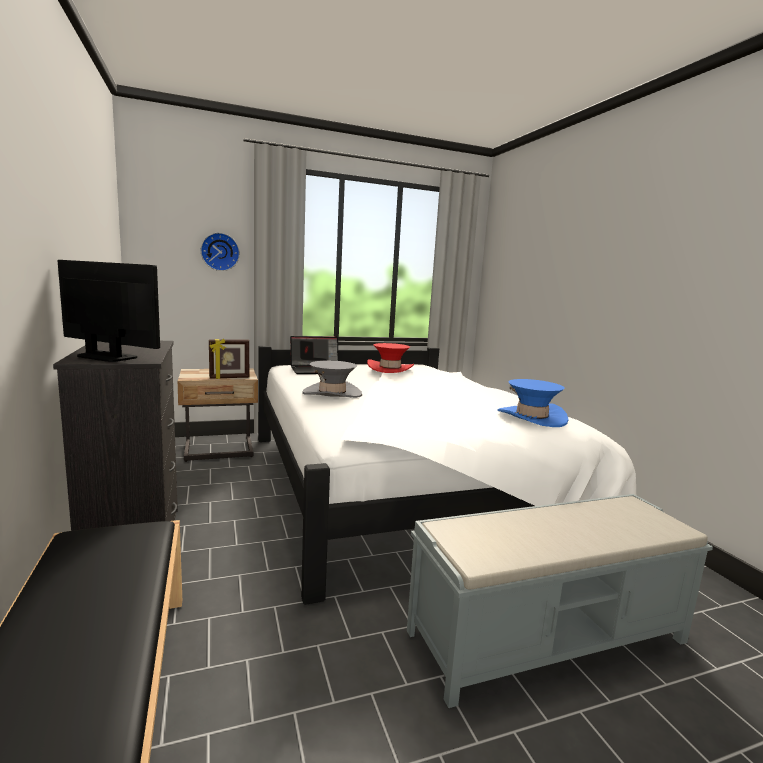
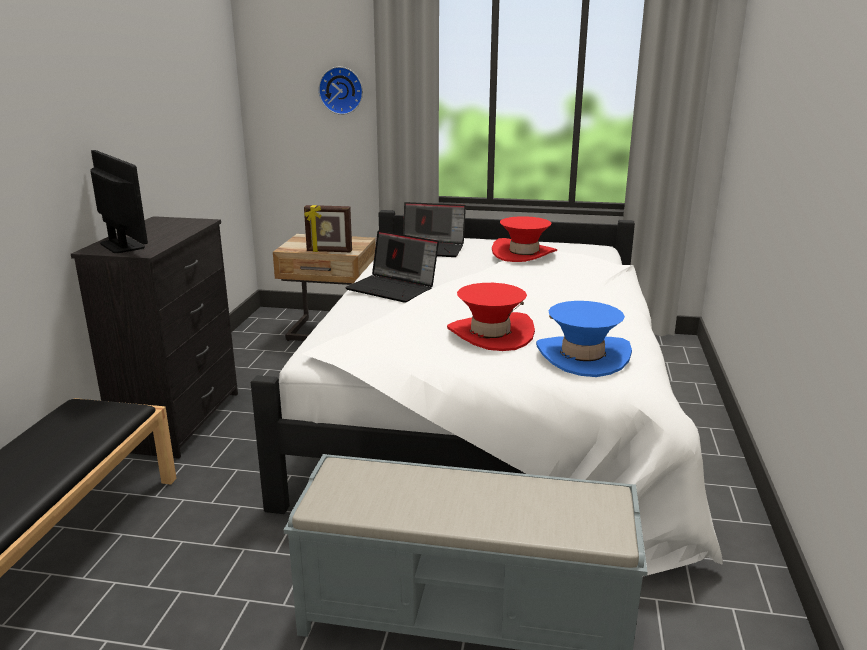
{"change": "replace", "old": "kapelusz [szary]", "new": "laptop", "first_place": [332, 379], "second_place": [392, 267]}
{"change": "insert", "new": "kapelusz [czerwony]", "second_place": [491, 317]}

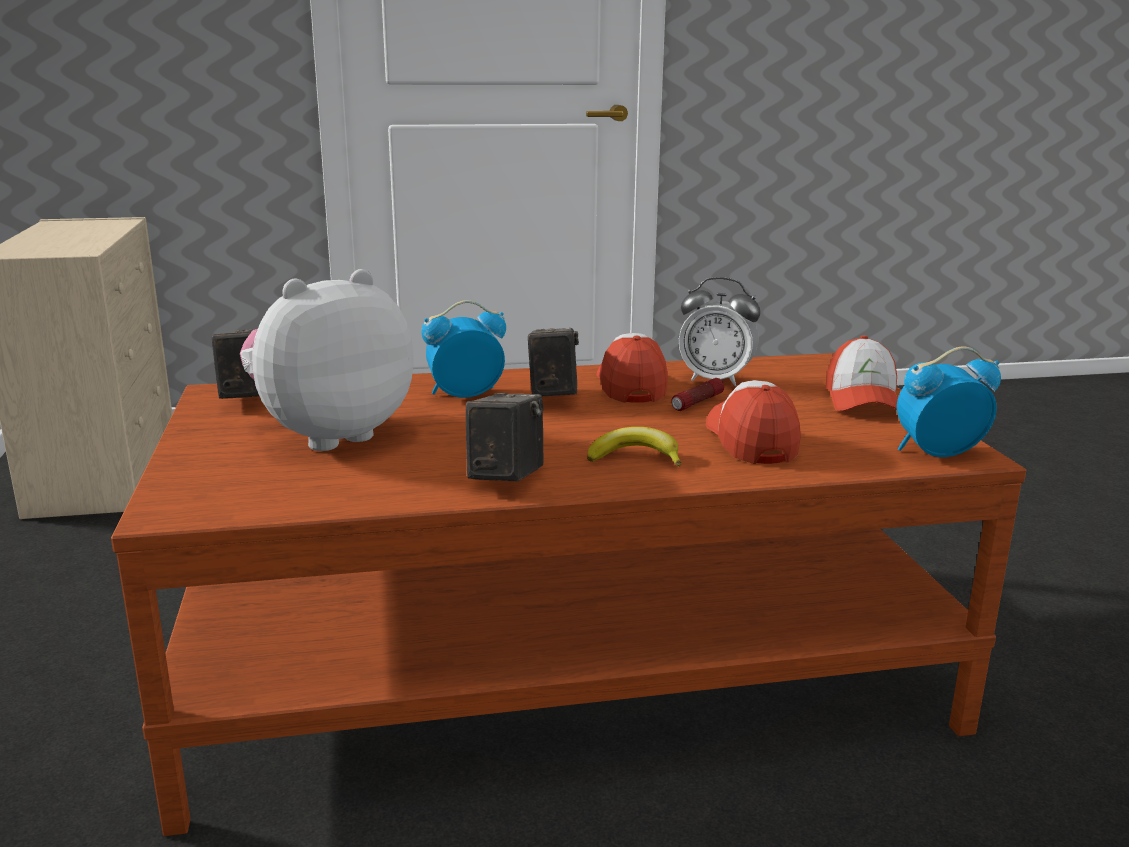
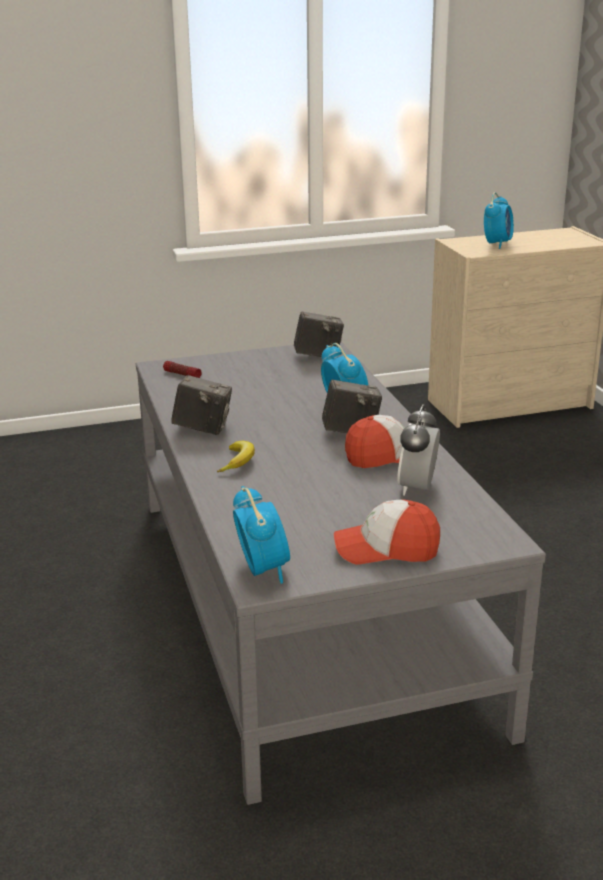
{"change": "delete", "old": "pluszak", "first_place": [327, 360]}
{"change": "recolor", "old": "ława [brązowy]", "new": "ława [szary]", "first_place": [568, 594], "second_place": [341, 573]}
{"change": "move", "old": "latarka", "first_place": [697, 394], "second_place": [182, 369]}
{"change": "delete", "old": "czapka z daszkiem", "first_place": [753, 422]}
{"change": "insert", "new": "budzik", "second_place": [499, 220]}

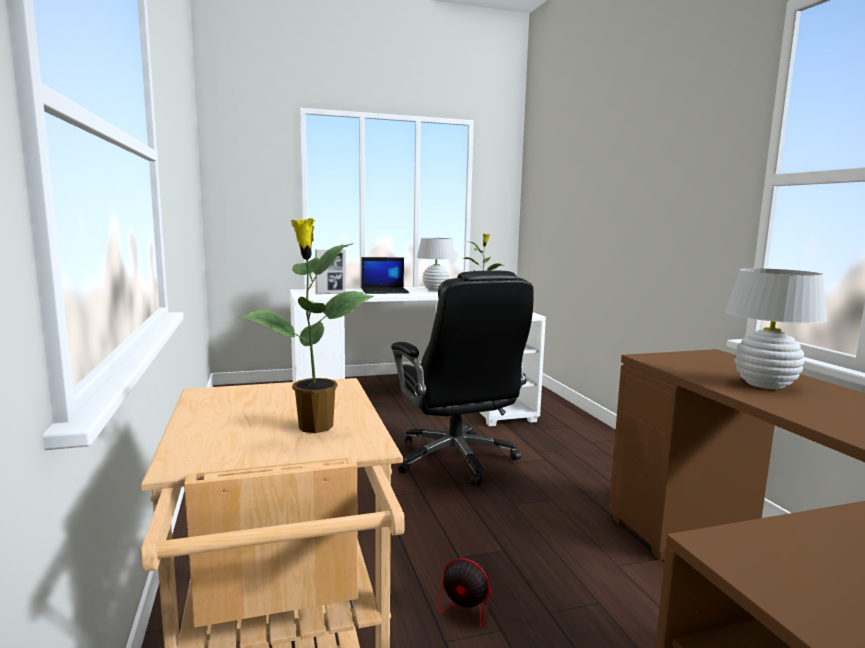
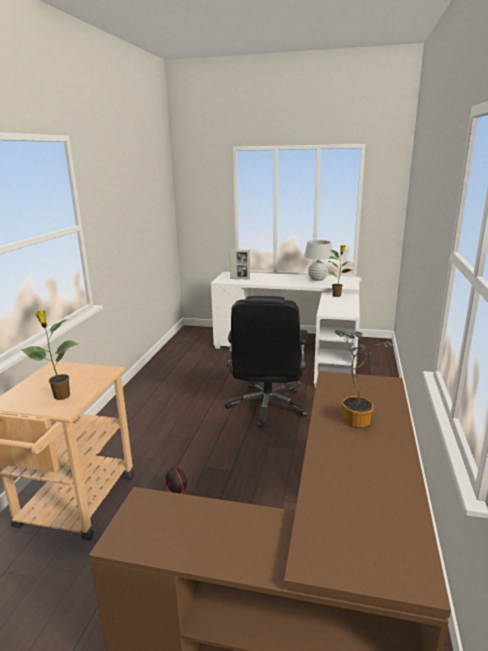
{"change": "delete", "old": "laptop", "first_place": [385, 275]}
{"change": "replace", "old": "lampa stołowa [biały]", "new": "roślina doniczkowa", "first_place": [776, 328], "second_place": [364, 379]}

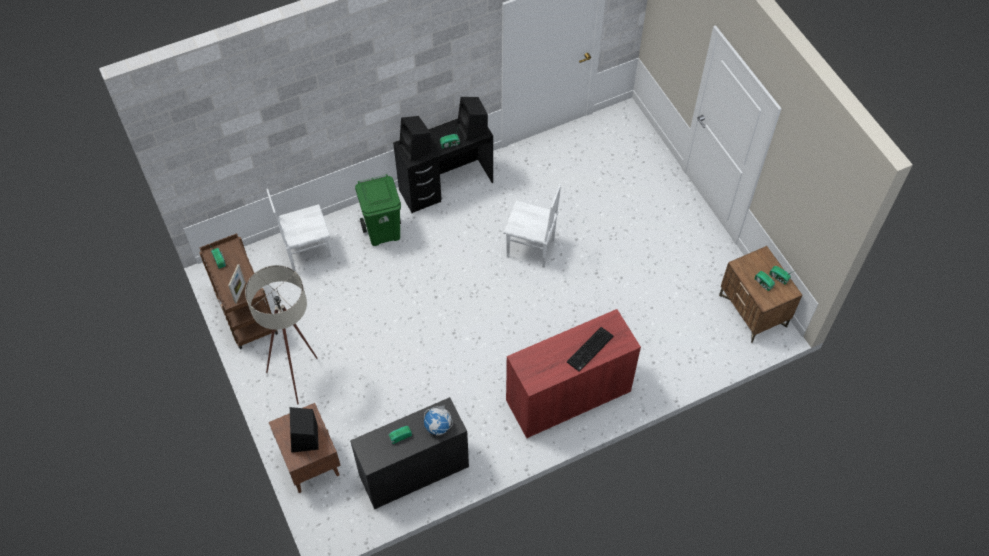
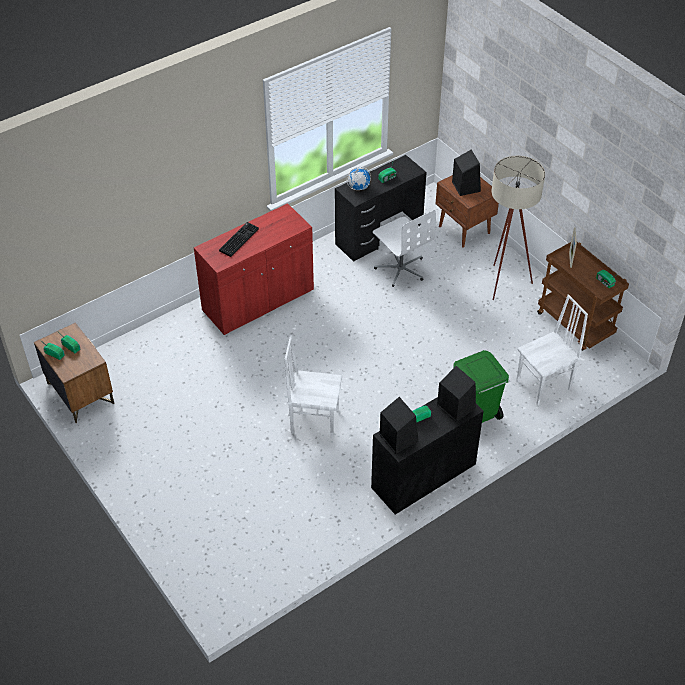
{"change": "insert", "new": "krzesło biurowe [biały]", "second_place": [404, 248]}

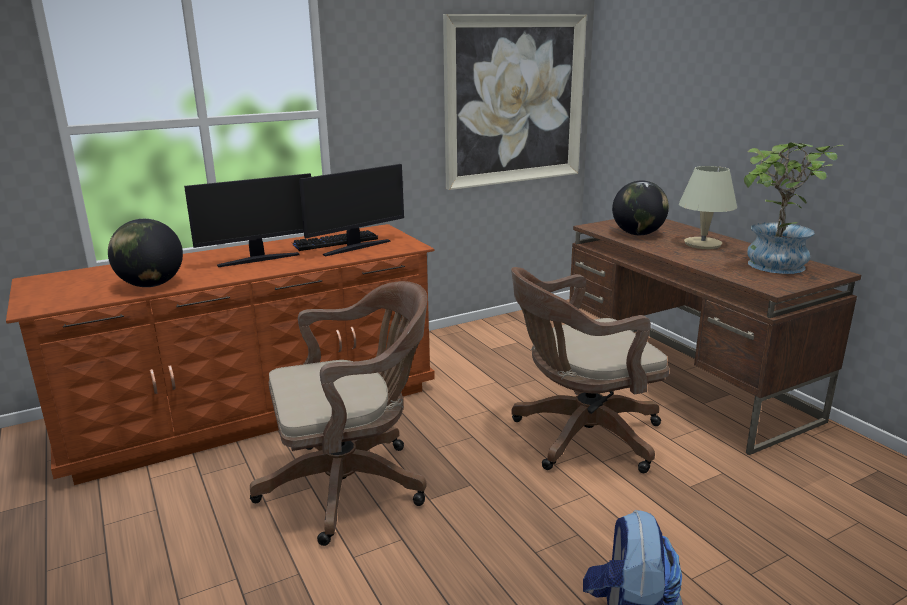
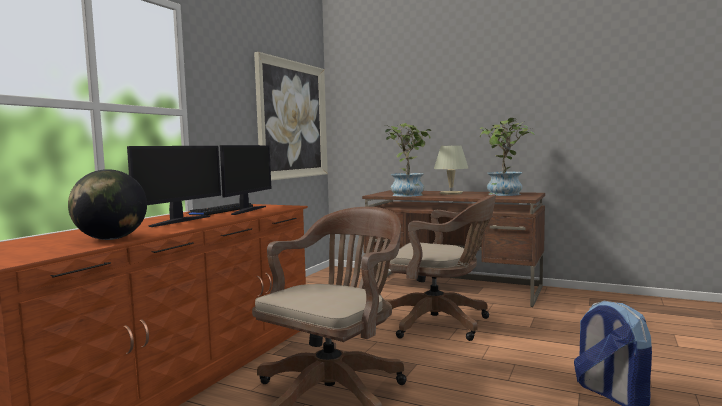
{"change": "replace", "old": "globus", "new": "roślina doniczkowa", "first_place": [640, 207], "second_place": [407, 160]}
{"change": "rotate", "old": "krzesło biurowe [brązowy]", "first_place": [590, 370], "second_place": [441, 267], "degrees": -105}

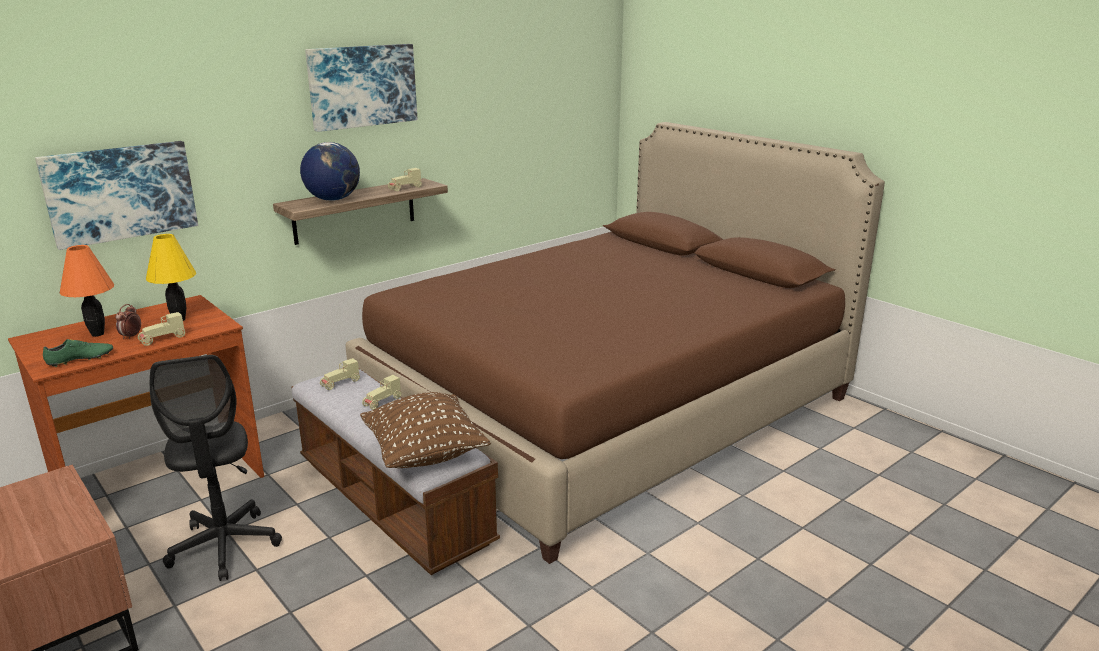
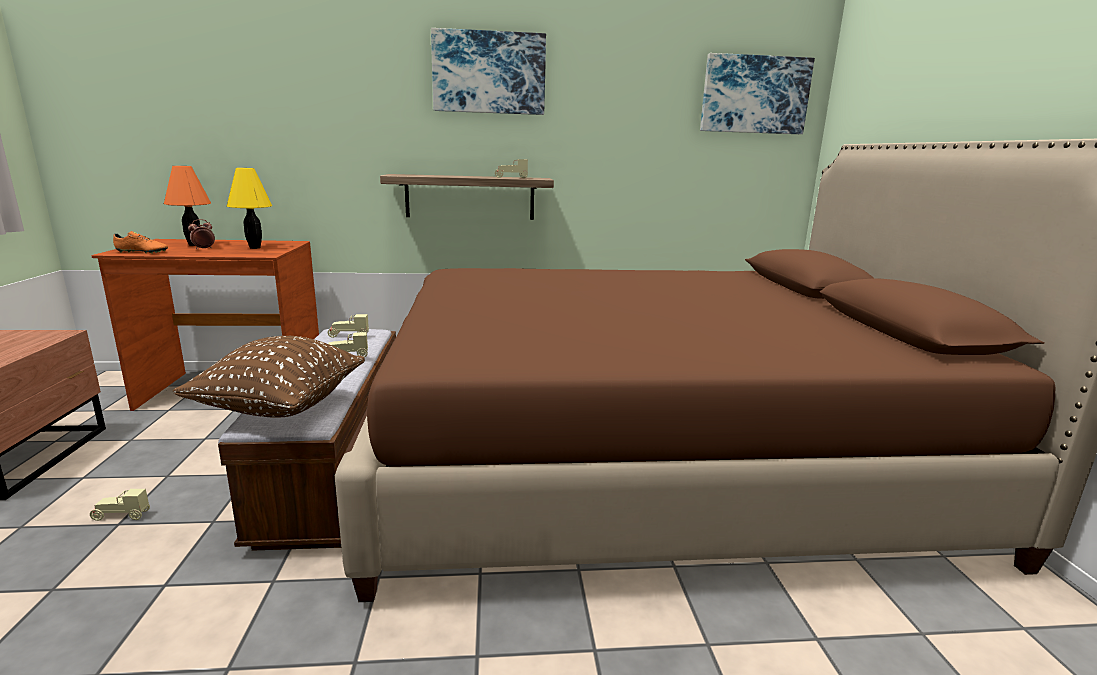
{"change": "move", "old": "obraz", "first_place": [116, 195], "second_place": [757, 93]}
{"change": "delete", "old": "globus", "first_place": [330, 171]}
{"change": "move", "old": "samochodzik [beżowy]", "first_place": [161, 329], "second_place": [120, 505]}
{"change": "recolor", "old": "but [zielony]", "new": "but [pomarańczowy]", "first_place": [78, 353], "second_place": [140, 242]}
{"change": "delete", "old": "krzesło biurowe [czarny]", "first_place": [216, 468]}

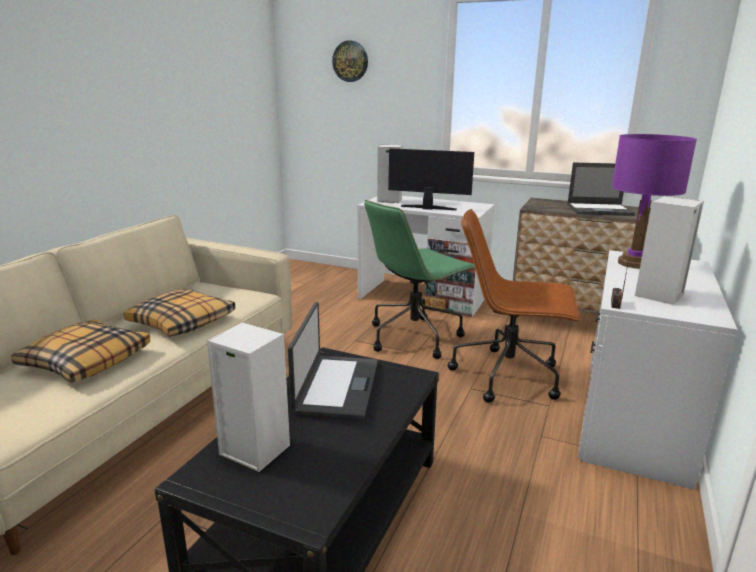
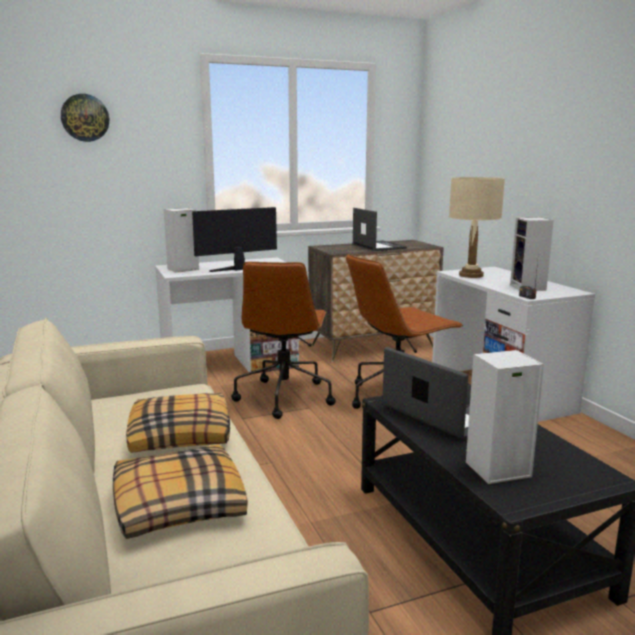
{"change": "recolor", "old": "lampa stołowa [fioletowy]", "new": "lampa stołowa [beżowy]", "first_place": [654, 201], "second_place": [477, 227]}
{"change": "rotate", "old": "laptop", "first_place": [601, 189], "second_place": [379, 229], "degrees": -75}
{"change": "recolor", "old": "krzesło biurowe [zielony]", "new": "krzesło biurowe [brązowy]", "first_place": [419, 279], "second_place": [283, 340]}

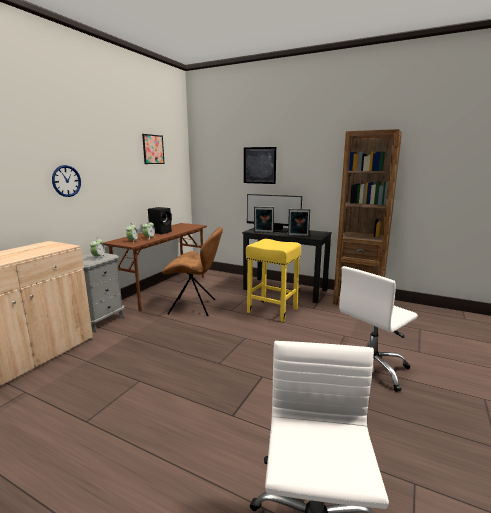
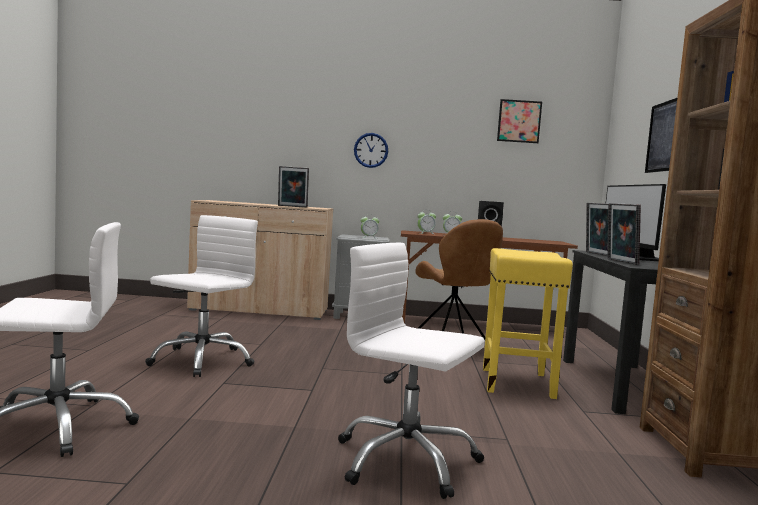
{"change": "insert", "new": "ramka na zdjęcie", "second_place": [293, 187]}
{"change": "insert", "new": "krzesło biurowe [biały]", "second_place": [201, 296]}

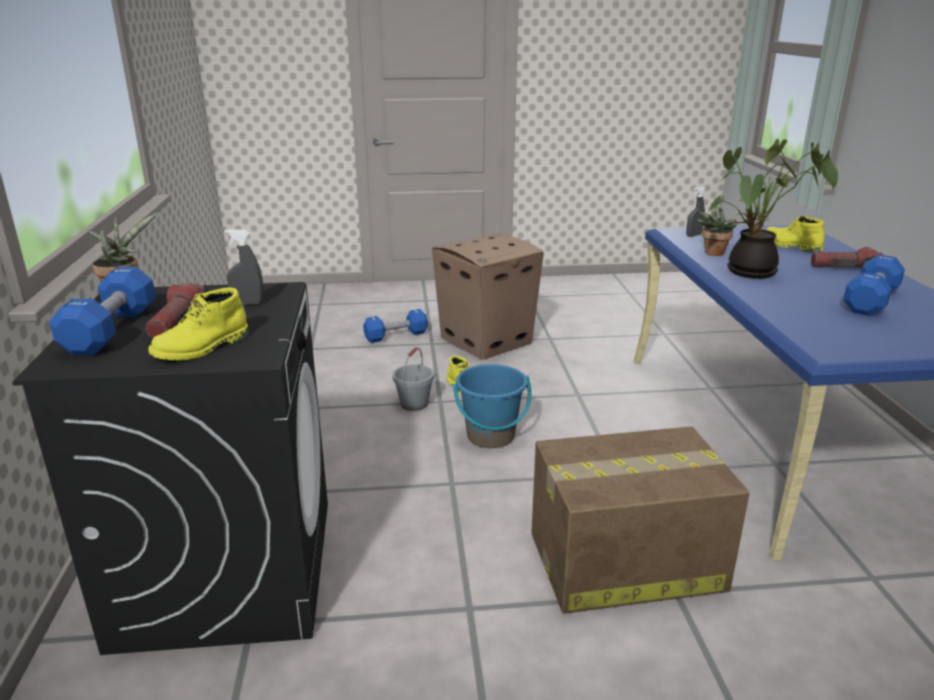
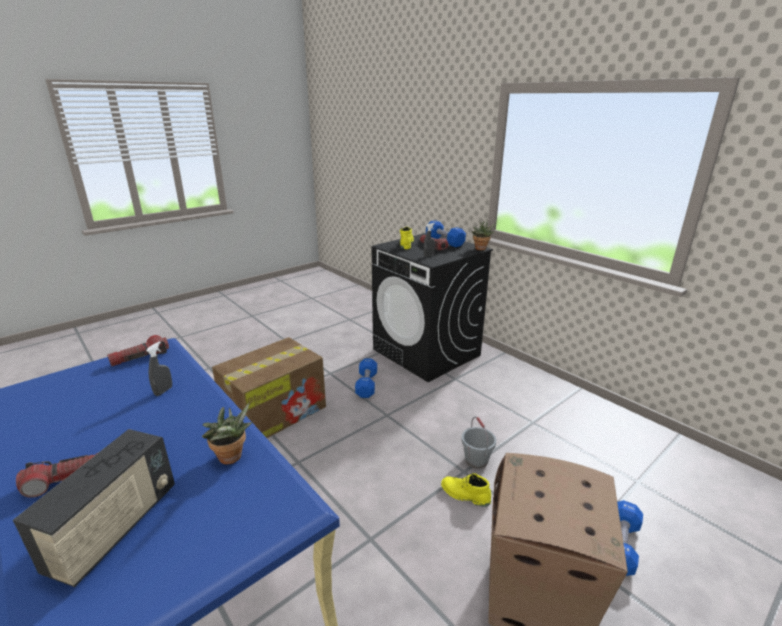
{"change": "delete", "old": "roślina doniczkowa", "first_place": [773, 209]}
{"change": "move", "old": "spryskiwacz [szary]", "first_place": [695, 211], "second_place": [159, 369]}
{"change": "replace", "old": "but z cholewką [żółty]", "new": "radio", "first_place": [796, 234], "second_place": [94, 508]}
{"change": "move", "old": "hantel [niebieski]", "first_place": [874, 285], "second_place": [366, 378]}
{"change": "delete", "old": "wiadro [niebieski]", "first_place": [492, 406]}
{"change": "insert", "new": "latarka", "second_place": [138, 350]}

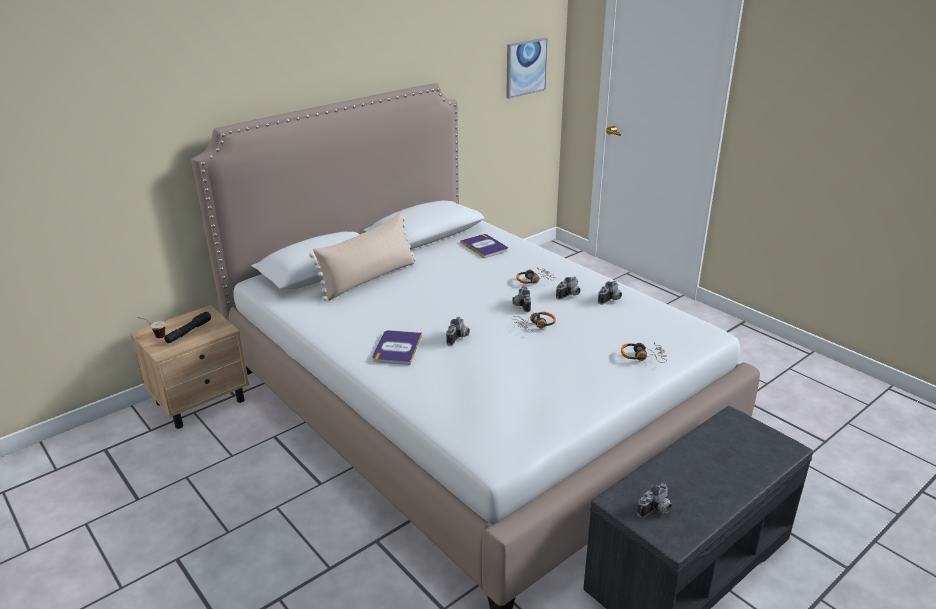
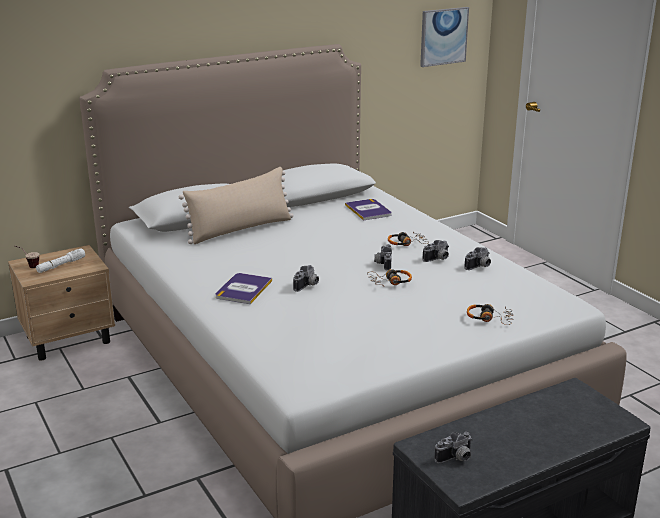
{"change": "recolor", "old": "latarka [czarny]", "new": "latarka [biały]", "first_place": [187, 327], "second_place": [60, 260]}

